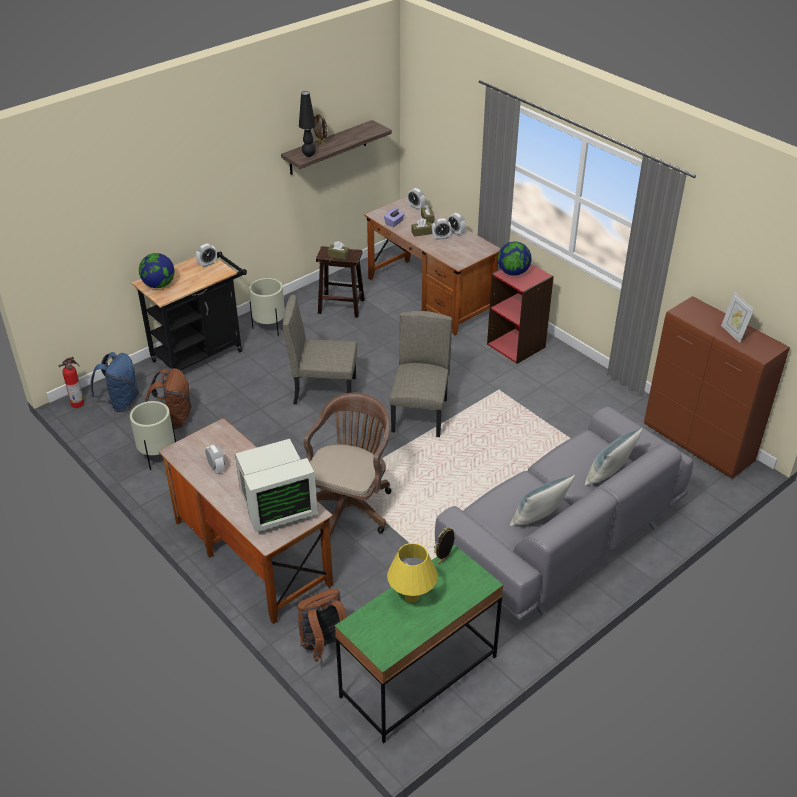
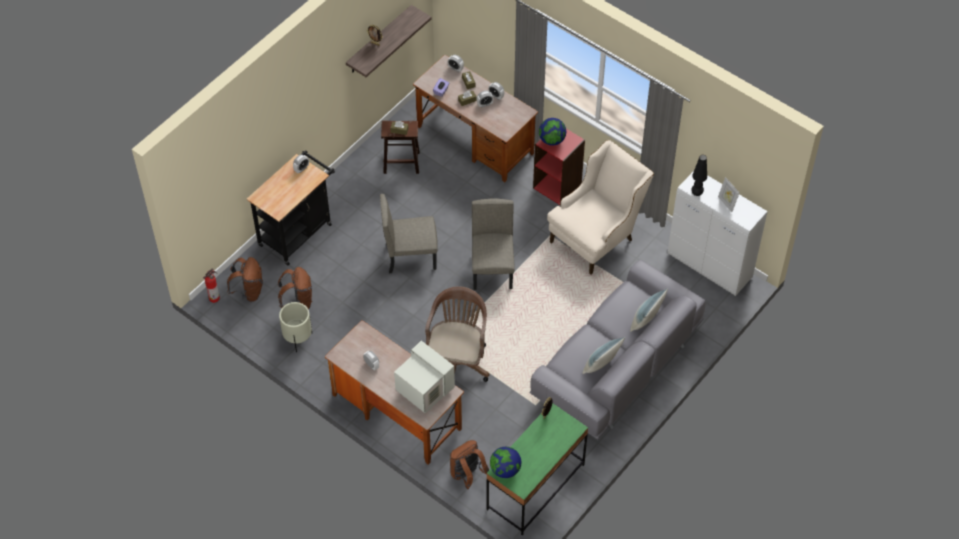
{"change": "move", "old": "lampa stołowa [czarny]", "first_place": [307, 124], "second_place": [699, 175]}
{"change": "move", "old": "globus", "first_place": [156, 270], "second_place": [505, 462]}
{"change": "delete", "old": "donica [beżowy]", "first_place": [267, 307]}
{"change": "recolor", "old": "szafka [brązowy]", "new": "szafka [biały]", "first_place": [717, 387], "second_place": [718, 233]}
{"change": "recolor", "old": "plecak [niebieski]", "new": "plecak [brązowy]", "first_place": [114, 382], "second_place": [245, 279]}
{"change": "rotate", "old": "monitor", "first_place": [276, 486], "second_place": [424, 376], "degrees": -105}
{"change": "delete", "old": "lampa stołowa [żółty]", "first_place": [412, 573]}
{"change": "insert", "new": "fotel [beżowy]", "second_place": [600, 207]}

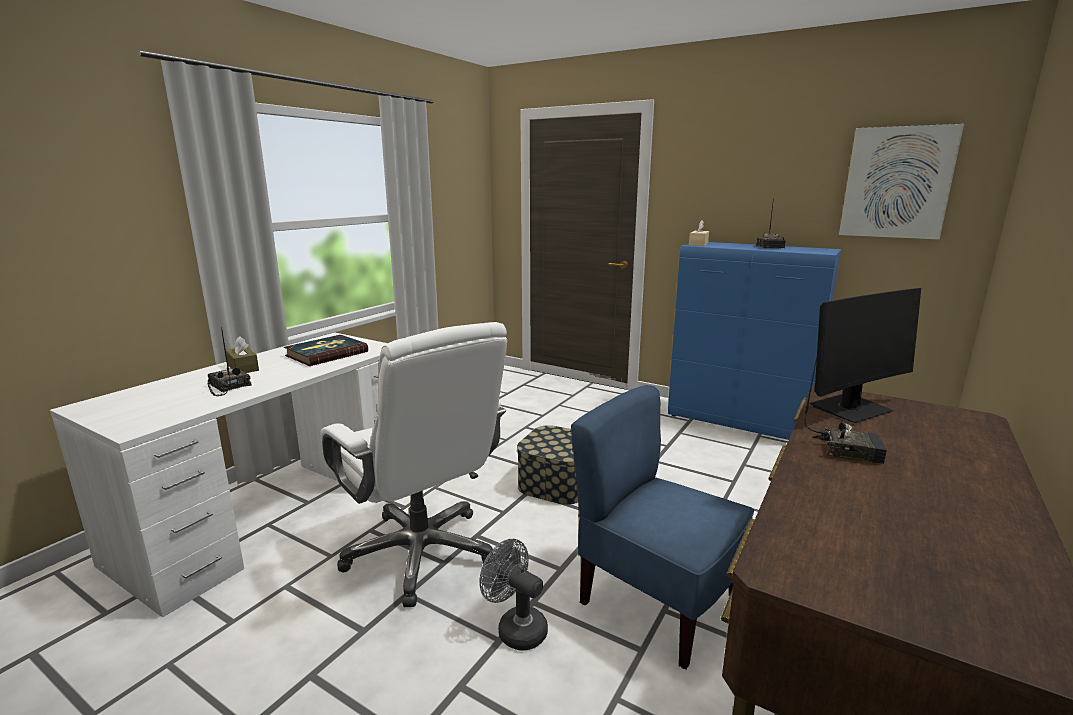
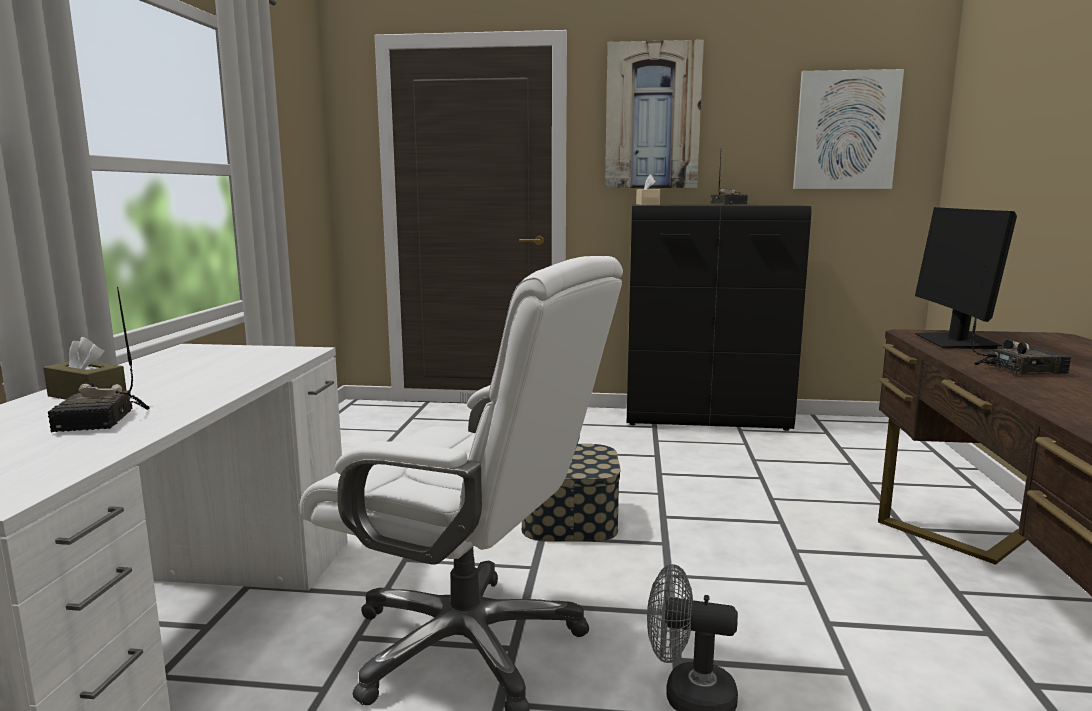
{"change": "recolor", "old": "szafka [niebieski]", "new": "szafka [czarny]", "first_place": [754, 341], "second_place": [719, 318]}
{"change": "rotate", "old": "monitor", "first_place": [865, 355], "second_place": [966, 278], "degrees": 150}
{"change": "rotate", "old": "radio", "first_place": [230, 361], "second_place": [99, 359], "degrees": -120}
{"change": "delete", "old": "książka", "first_place": [326, 350]}
{"change": "delete", "old": "krzesło [niebieski]", "first_place": [662, 527]}
{"change": "insert", "new": "obraz", "second_place": [654, 114]}

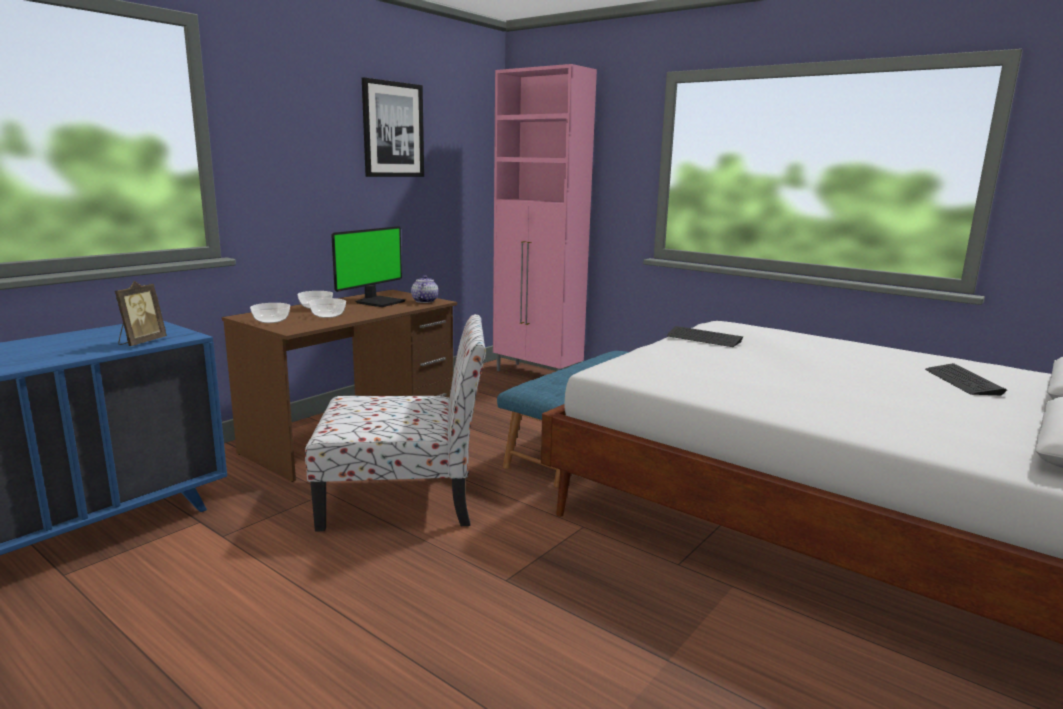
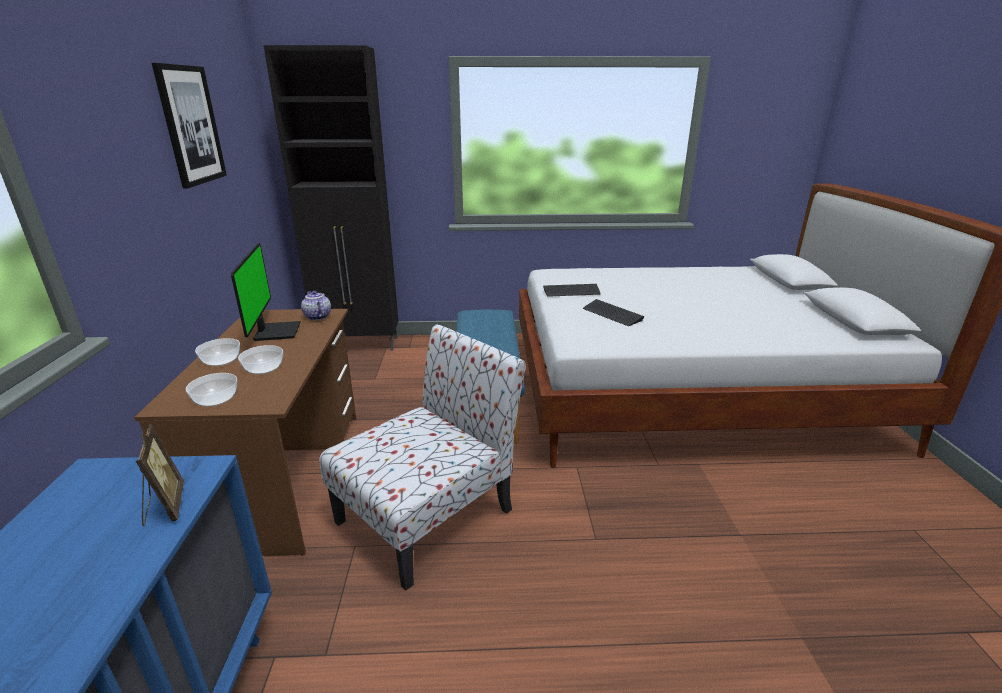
{"change": "recolor", "old": "szafka [różowy]", "new": "szafka [czarny]", "first_place": [545, 217], "second_place": [331, 198]}
{"change": "move", "old": "klawiatura", "first_place": [966, 379], "second_place": [614, 312]}

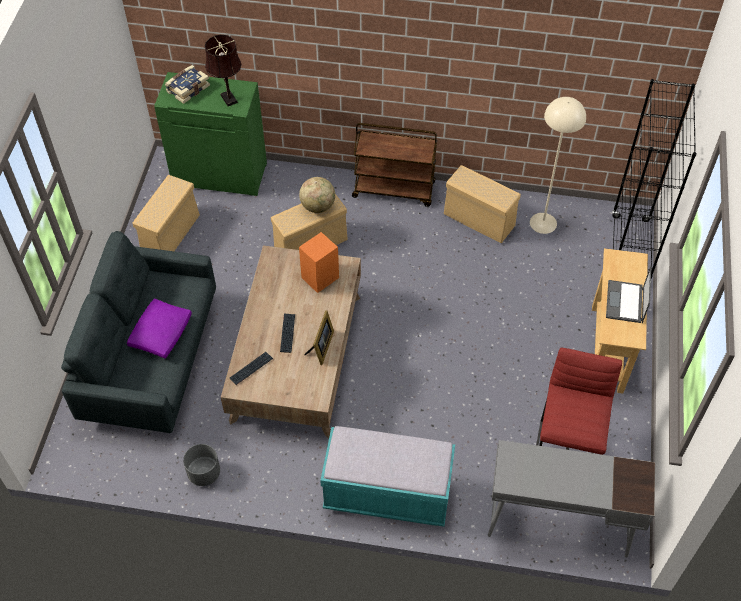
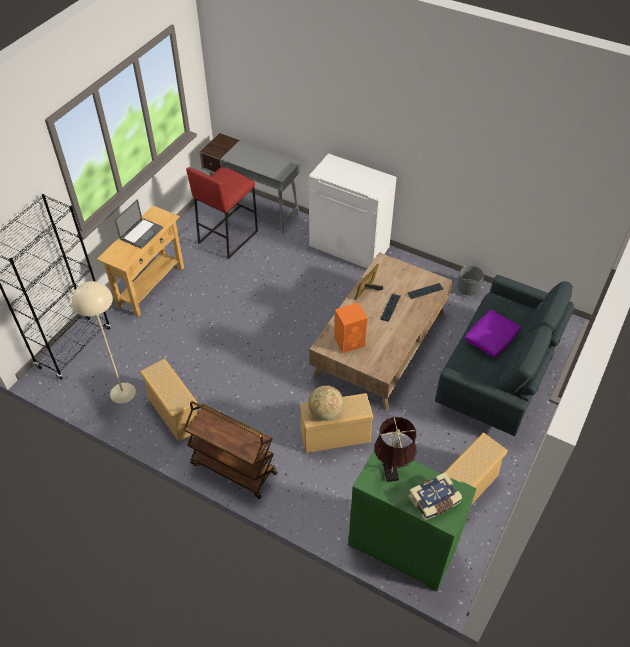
{"change": "replace", "old": "ławka [turkusowy]", "new": "szafka [biały]", "first_place": [387, 476], "second_place": [353, 210]}

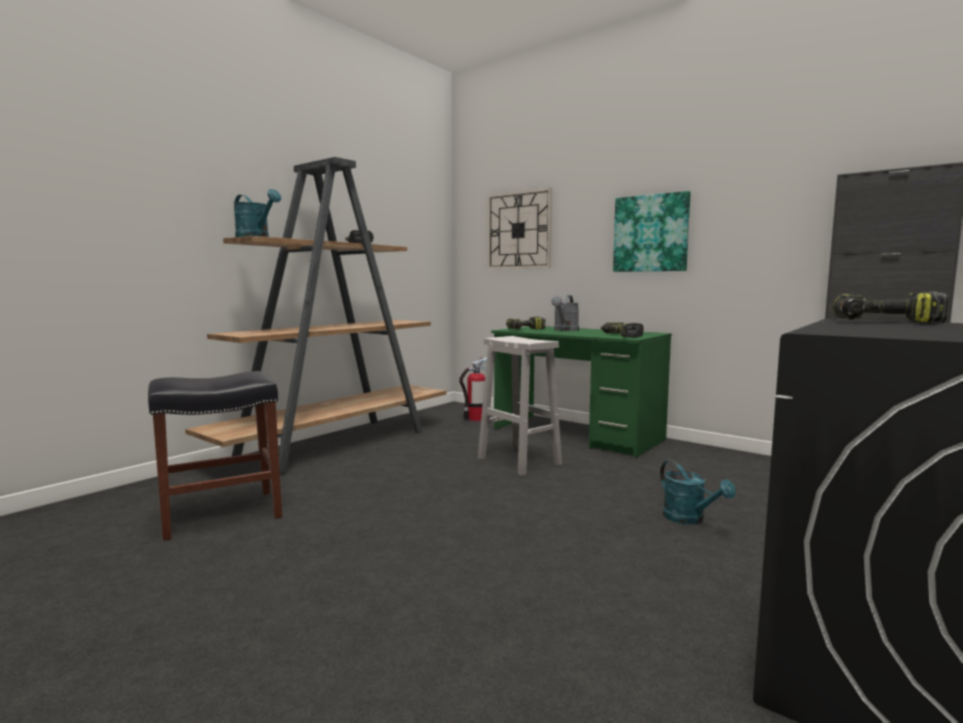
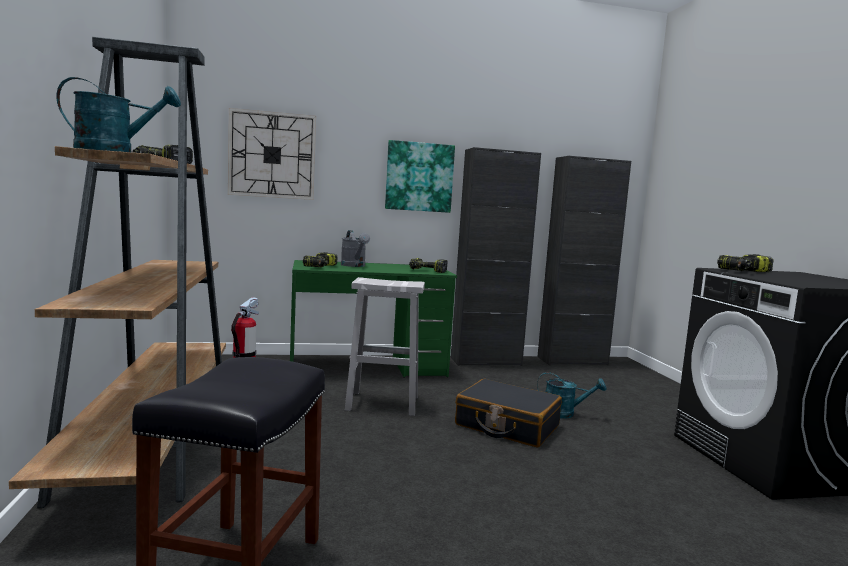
{"change": "insert", "new": "szafka [czarny]", "second_place": [496, 256]}
{"change": "insert", "new": "walizka [czarny]", "second_place": [508, 413]}

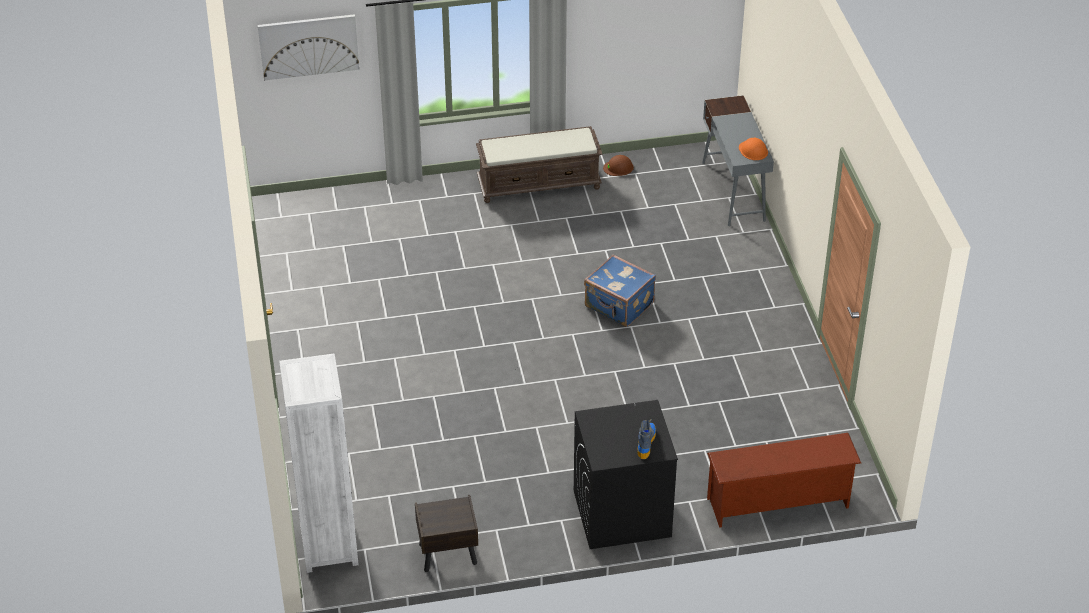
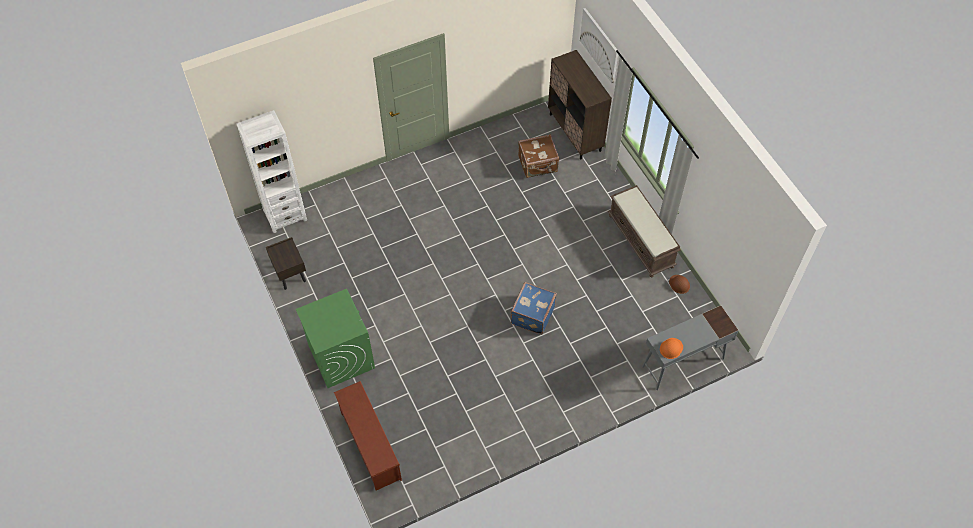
{"change": "recolor", "old": "pralka [czarny]", "new": "pralka [zielony]", "first_place": [626, 474], "second_place": [335, 338]}
{"change": "delete", "old": "but z cholewką", "first_place": [646, 439]}
{"change": "insert", "new": "szafka [brązowy]", "second_place": [580, 104]}
{"change": "insert", "new": "walizka [brązowy]", "second_place": [538, 156]}

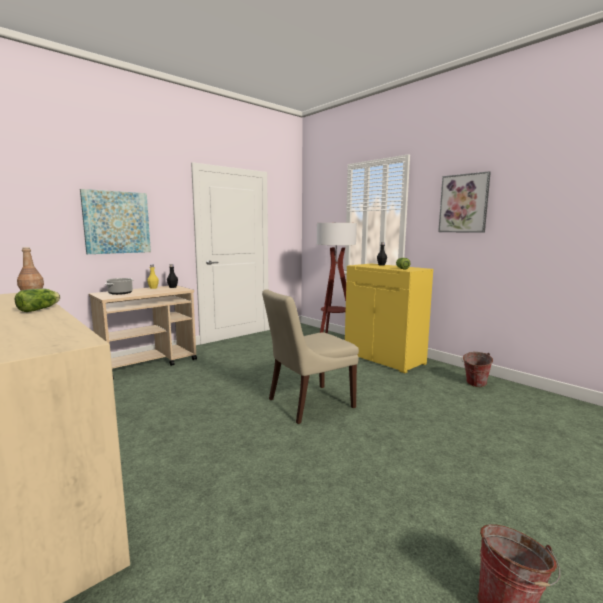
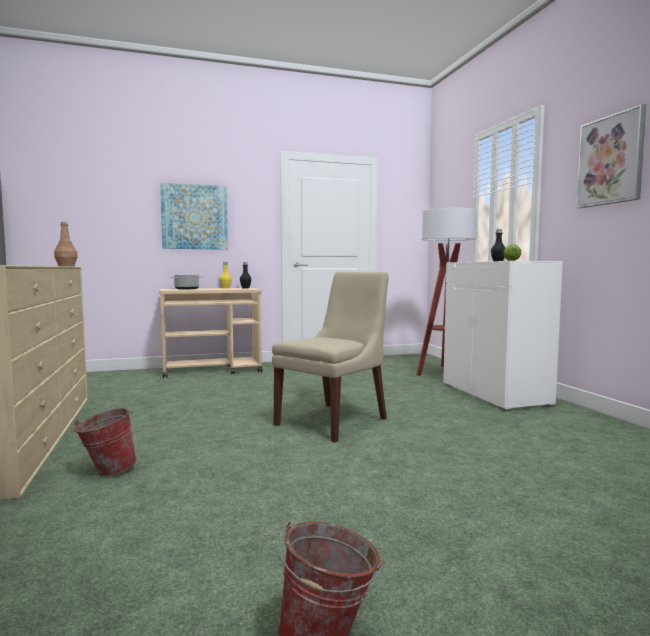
{"change": "recolor", "old": "szafka [żółty]", "new": "szafka [biały]", "first_place": [389, 318], "second_place": [503, 336]}
{"change": "delete", "old": "sałata", "first_place": [37, 300]}
{"change": "rotate", "old": "krzesło [beżowy]", "first_place": [310, 356], "second_place": [330, 357], "degrees": 135}
{"change": "move", "old": "wiadro", "first_place": [477, 369], "second_place": [105, 442]}

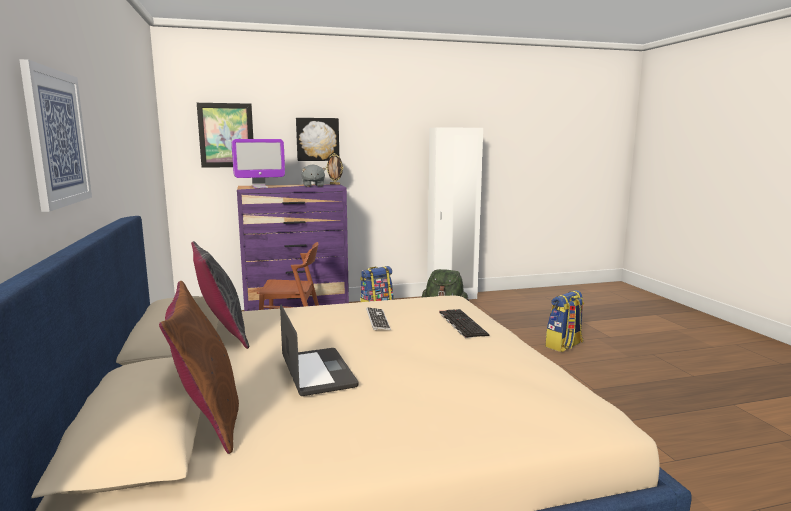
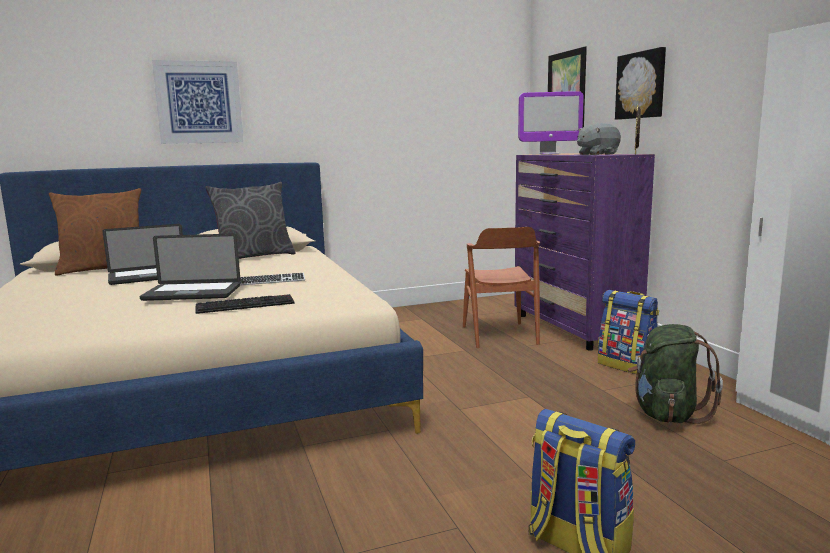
{"change": "rotate", "old": "monitor", "first_place": [258, 163], "second_place": [550, 123], "degrees": -60}
{"change": "insert", "new": "laptop", "second_place": [190, 267]}

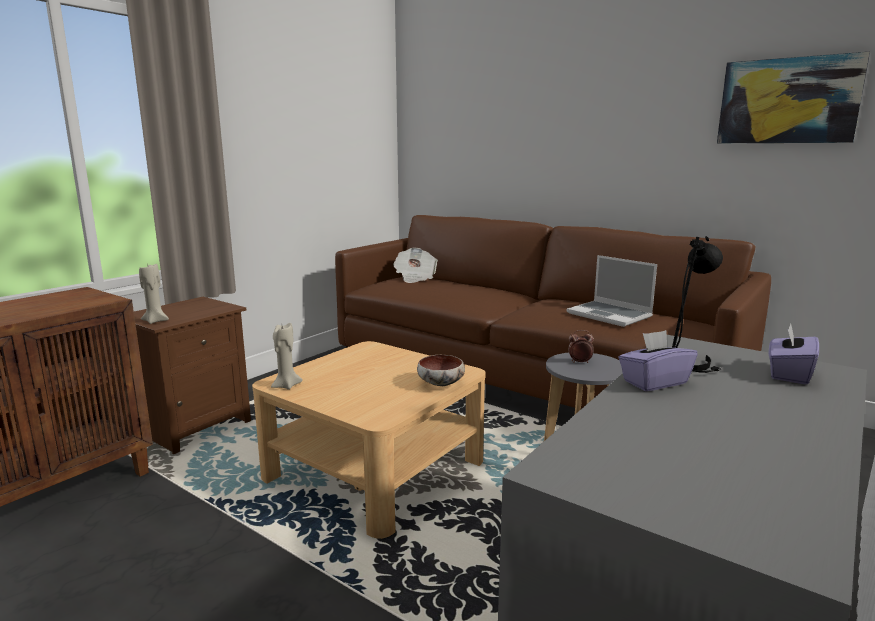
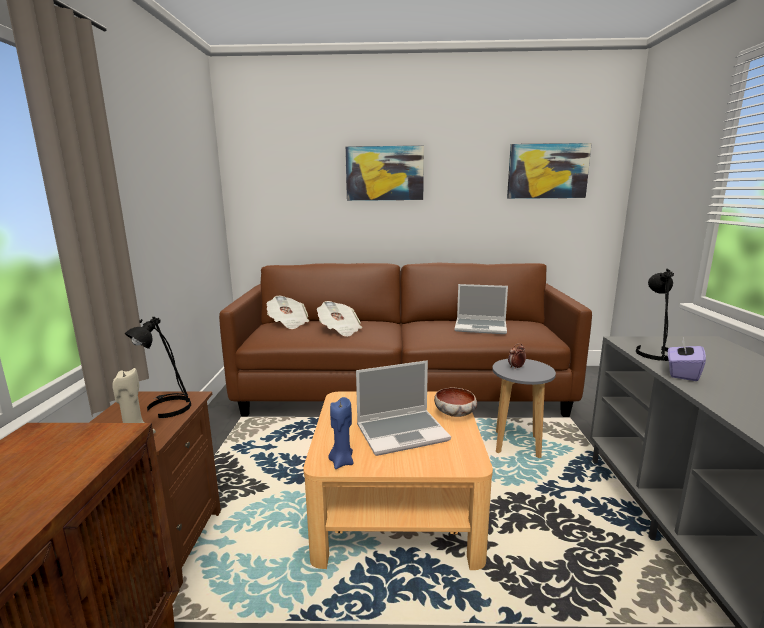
{"change": "recolor", "old": "świeca [beżowy]", "new": "świeca [niebieski]", "first_place": [287, 356], "second_place": [340, 433]}
{"change": "delete", "old": "pudełko chusteczek [fioletowy]", "first_place": [793, 354]}
{"change": "insert", "new": "obraz", "second_place": [384, 173]}
{"change": "insert", "new": "gazeta", "second_place": [339, 319]}
{"change": "insert", "new": "lampa stołowa [czarny]", "second_place": [158, 367]}
{"change": "insert", "new": "laptop", "second_place": [403, 408]}

